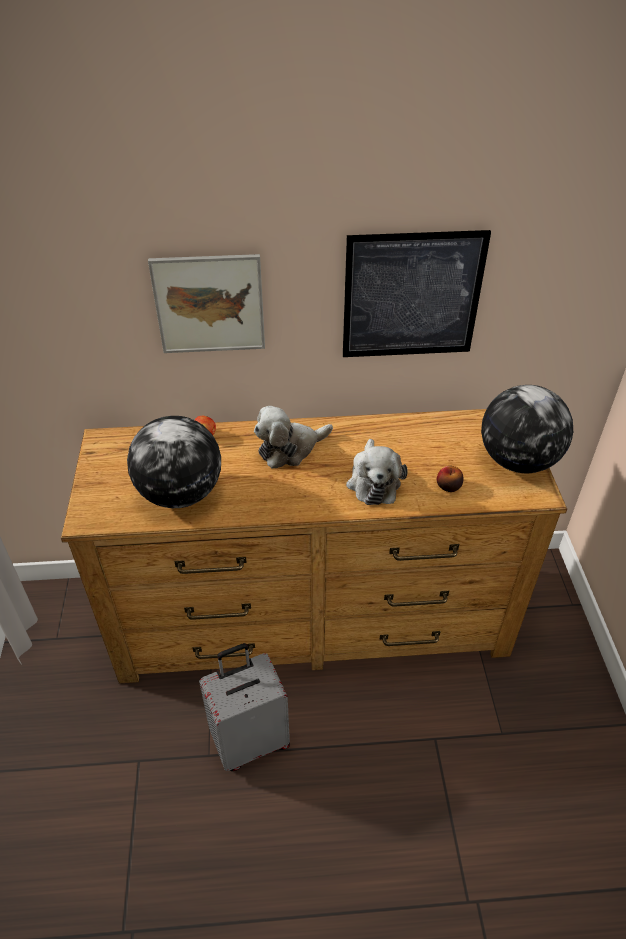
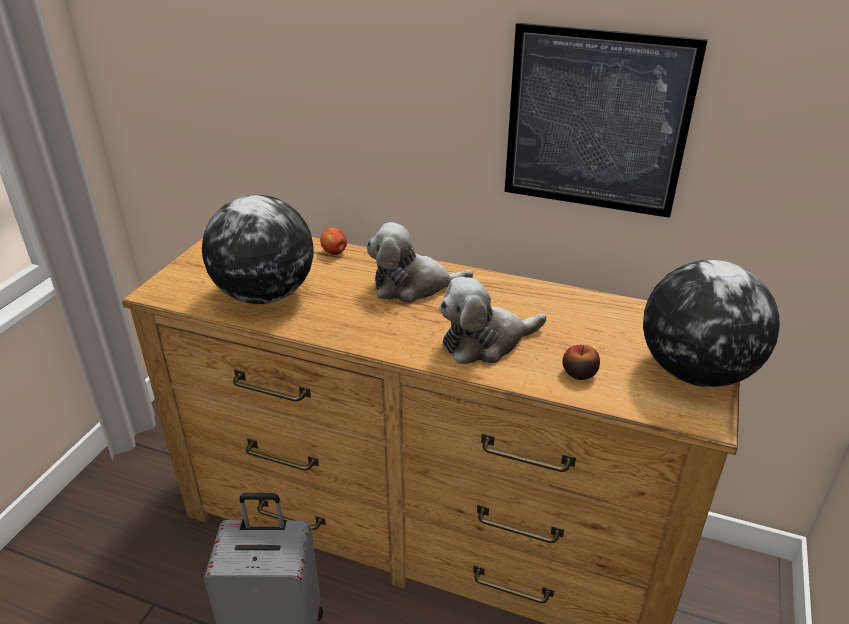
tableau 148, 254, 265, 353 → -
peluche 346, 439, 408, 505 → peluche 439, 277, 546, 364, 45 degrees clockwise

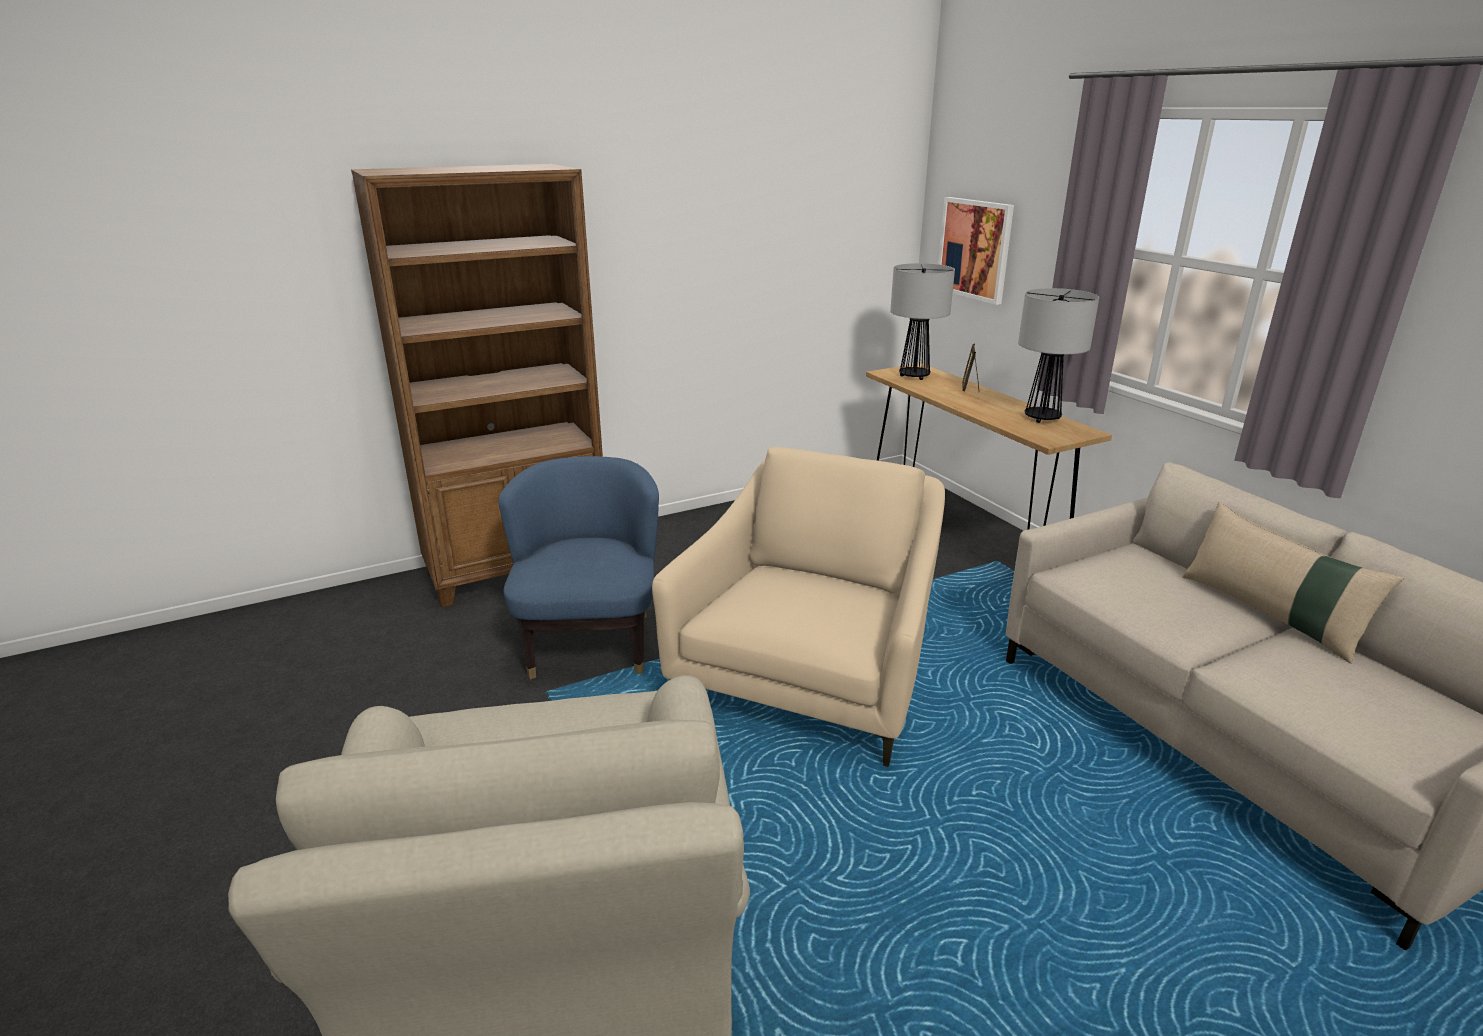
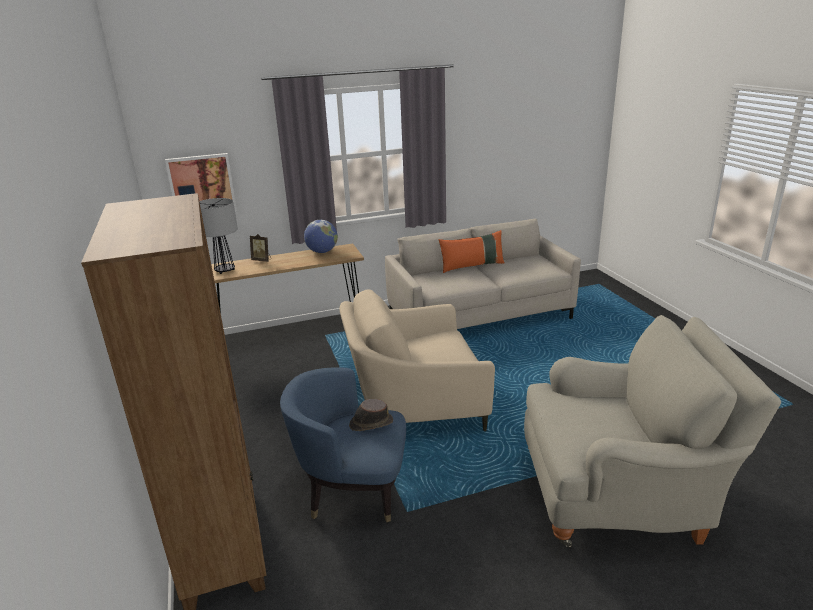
- → chapeau [marron] 349, 399, 393, 431
lampe de table 1018, 288, 1099, 423 → globe 304, 220, 338, 253
coussin [beige] 1182, 502, 1404, 664 → coussin [orange] 438, 230, 504, 273
fauteuil [beige] 652, 447, 945, 767 → fauteuil [beige] 340, 289, 495, 431, 45 degrees counterclockwise

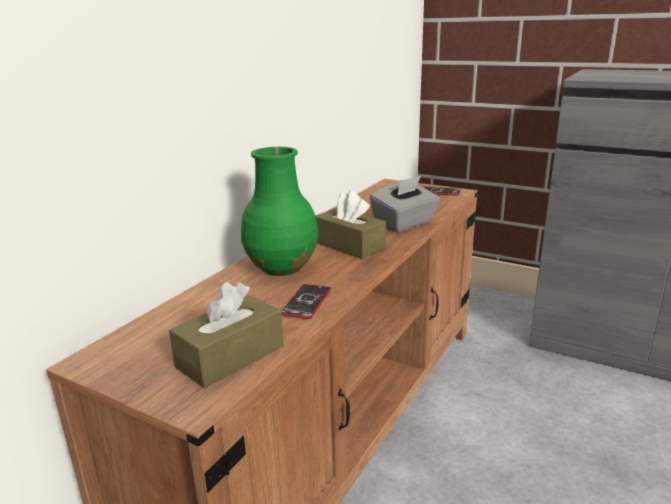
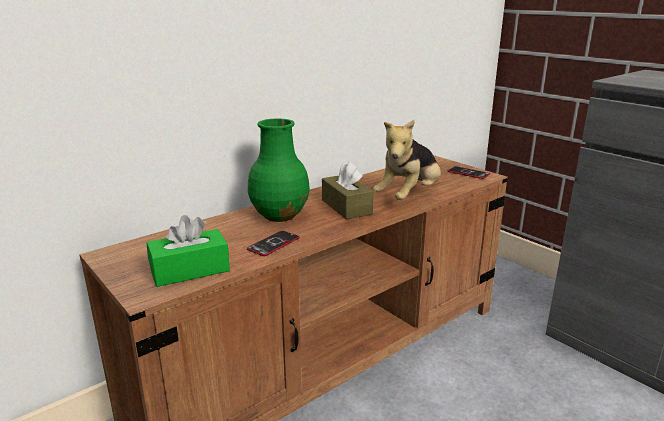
boîte à mouchoirs [gris] 370, 176, 440, 232 → peluche 373, 119, 441, 200
boîte à mouchoirs [marron] 169, 282, 284, 388 → boîte à mouchoirs [vert] 146, 215, 230, 287

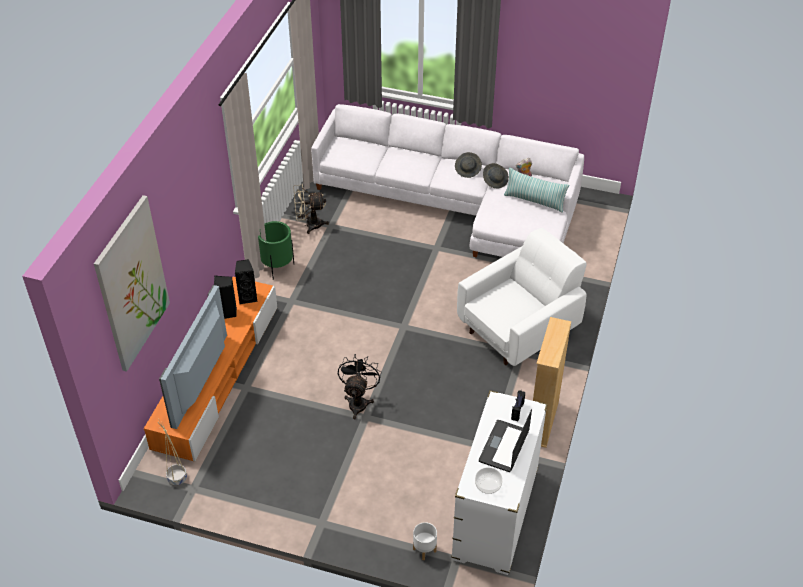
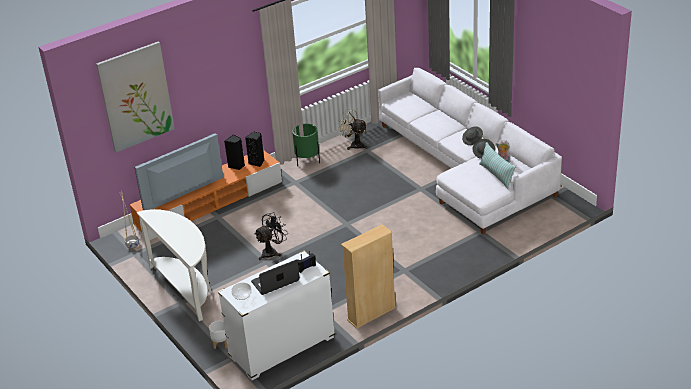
fauteuil [blanc] 457, 228, 587, 366 → -
- → table console [blanc] 137, 209, 212, 321

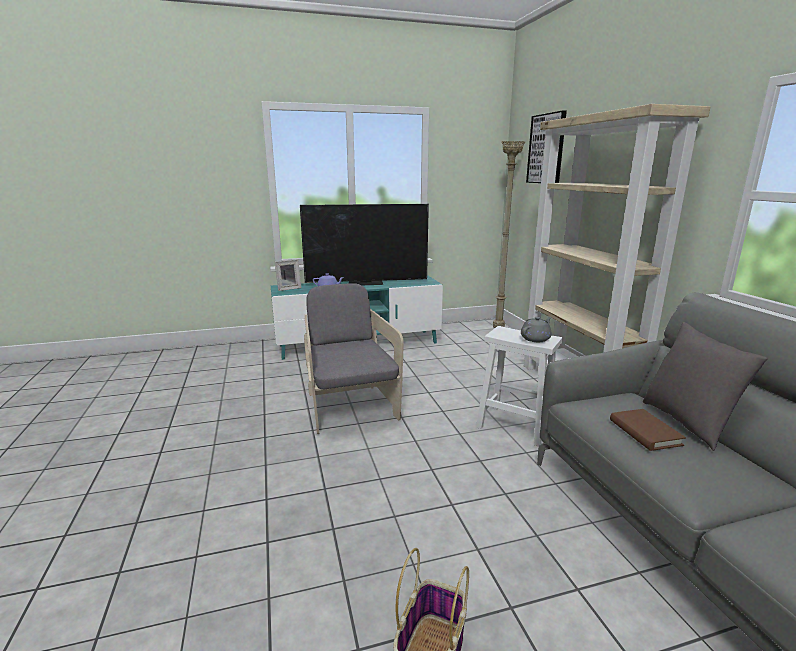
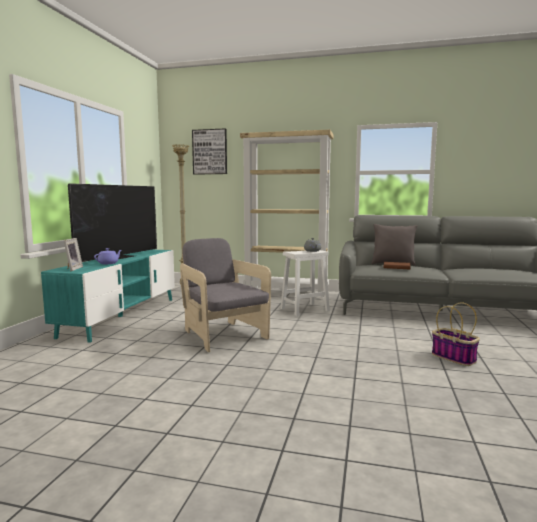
fauteuil [gris] 304, 283, 404, 434 → fauteuil [gris] 180, 238, 271, 352, 45 degrees clockwise

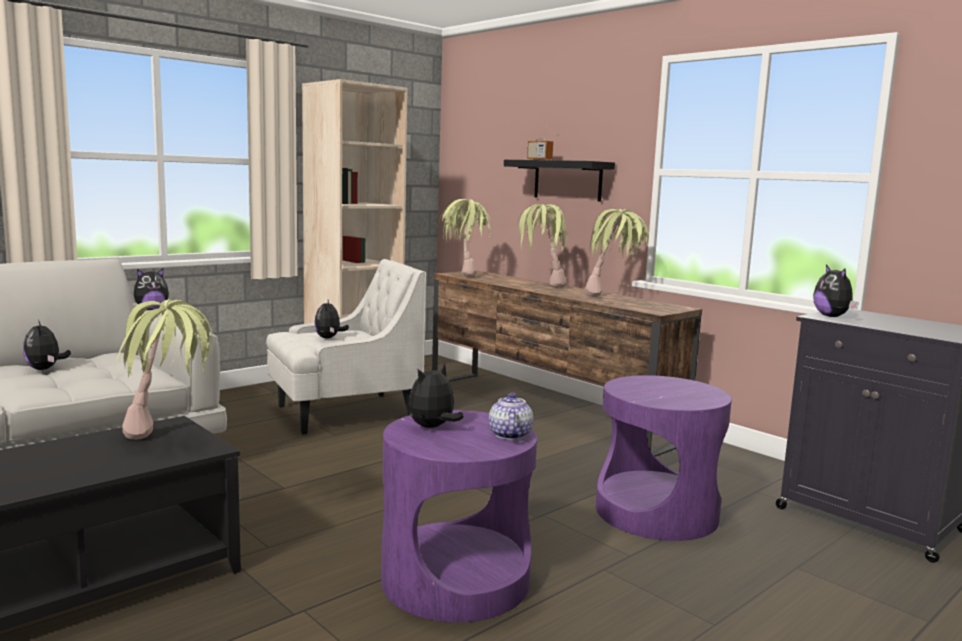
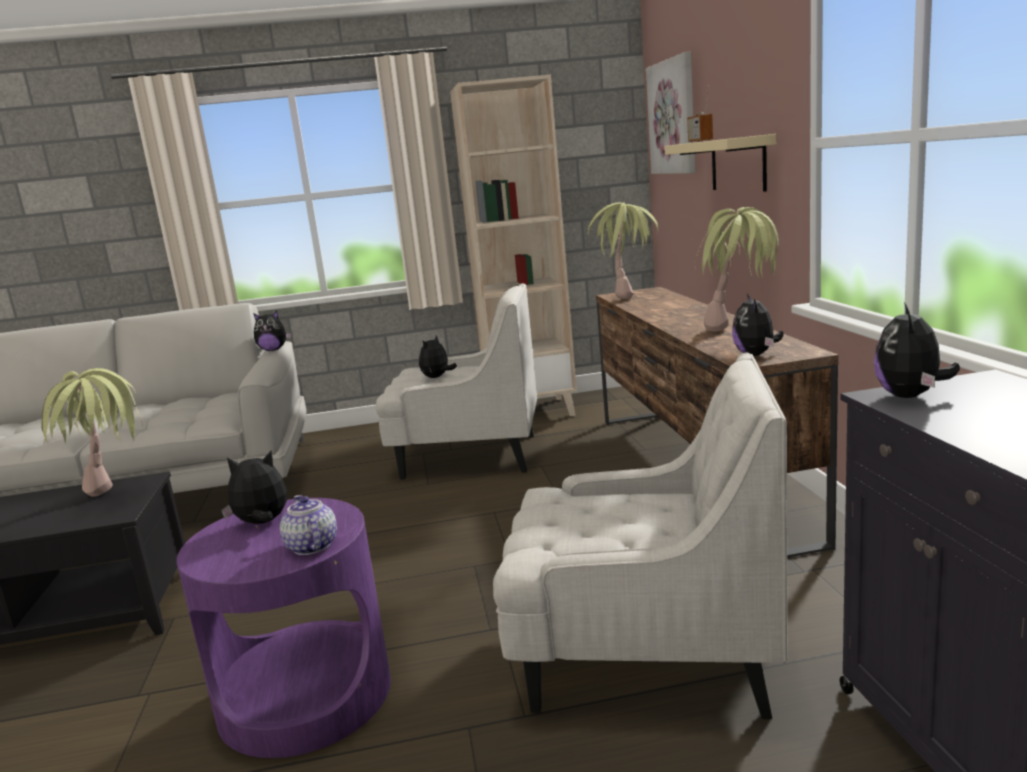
plante en pot 517, 204, 568, 288 → -
- → tableau 646, 51, 695, 174
peluche 23, 320, 71, 370 → peluche 732, 293, 784, 356, moved
table d'appoint [violet] 596, 375, 732, 541 → fauteuil [blanc] 493, 353, 788, 719
étagère [noir] 504, 160, 615, 202 → étagère [beige] 665, 134, 776, 192
théière 489, 393, 533, 440 → théière 280, 495, 337, 555, 60 degrees counterclockwise

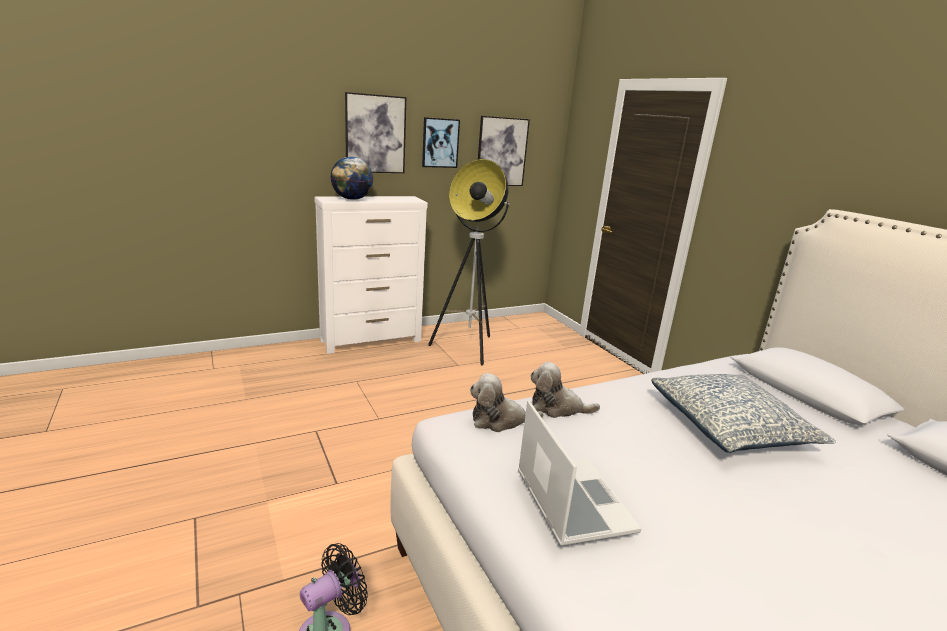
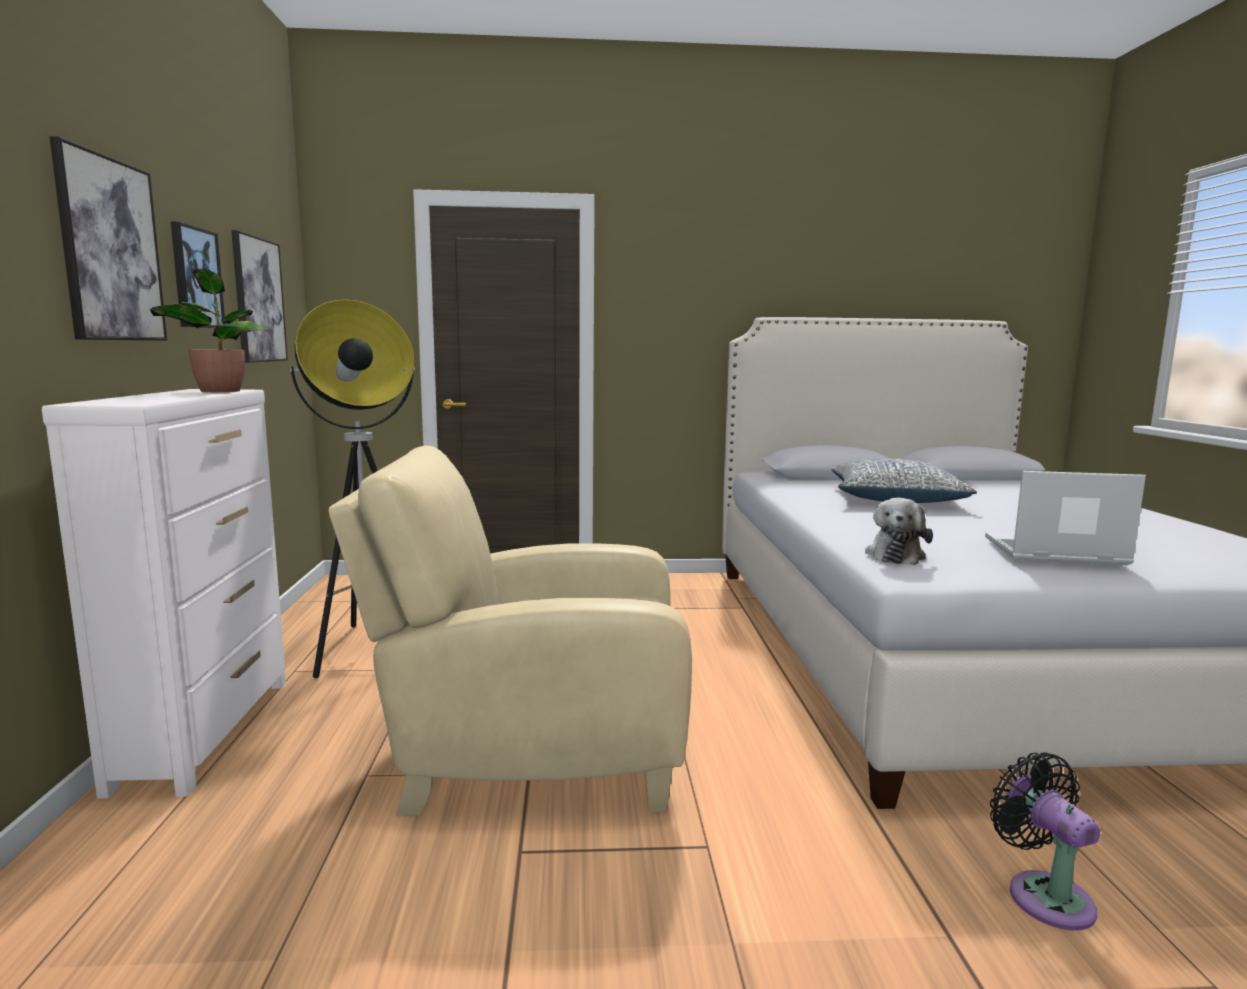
globe 330, 157, 373, 200 → -
peluche 531, 362, 600, 418 → -
- → plante en pot 150, 269, 270, 392
- → fauteuil [beige] 329, 446, 692, 816

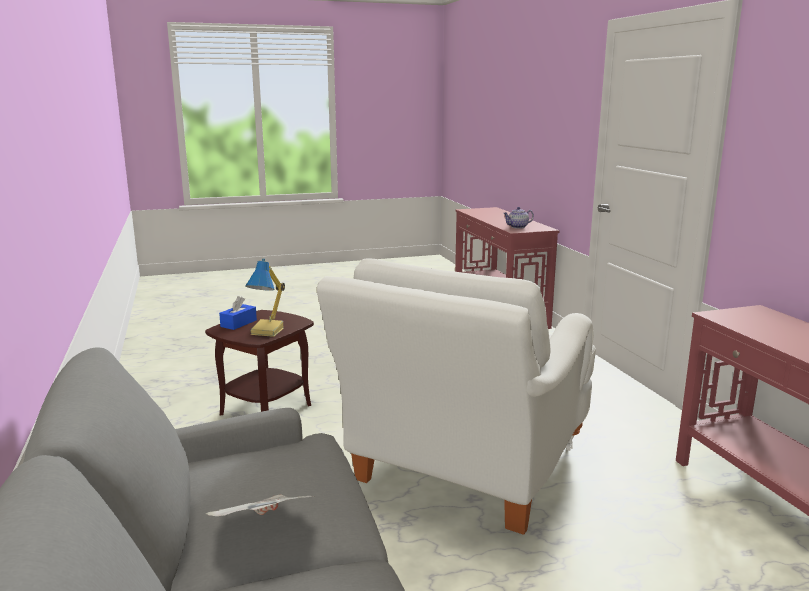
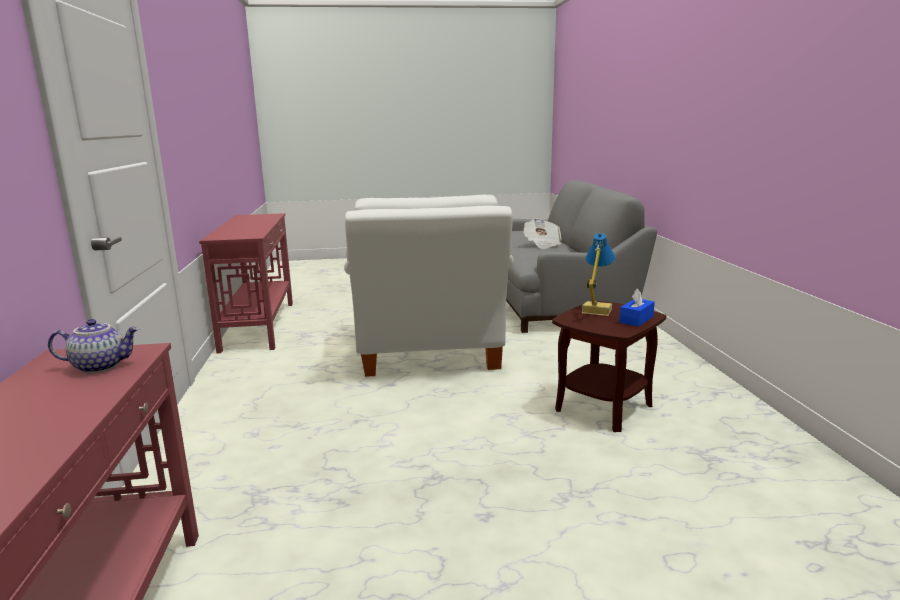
fauteuil [blanc] 317, 258, 596, 535 → fauteuil [blanc] 344, 195, 514, 377, 135 degrees clockwise

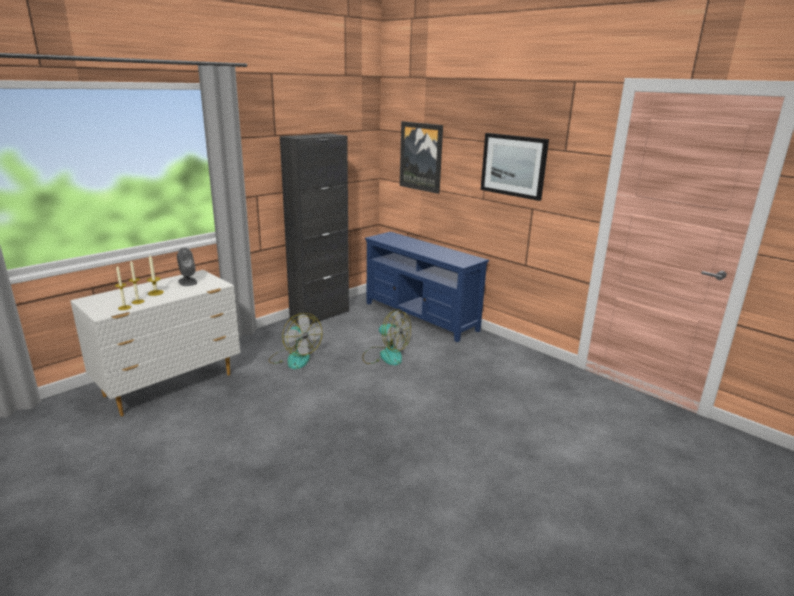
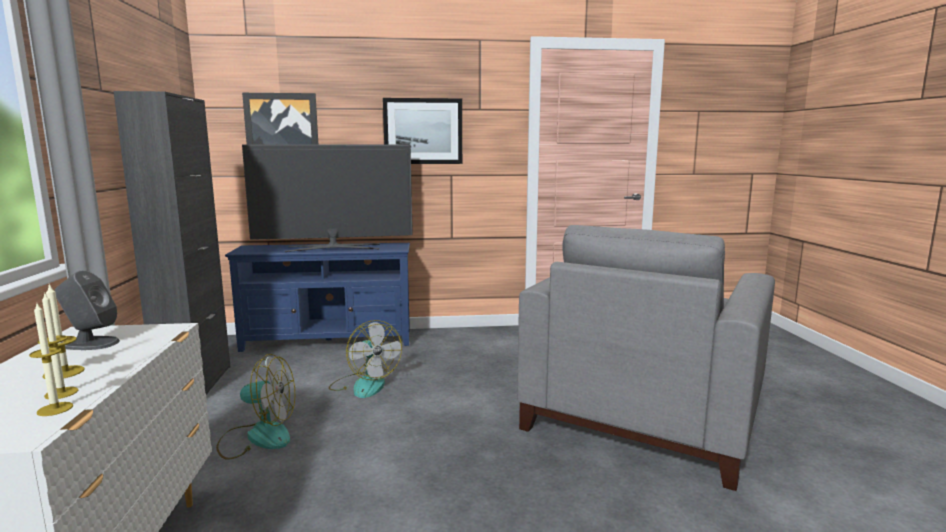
- → téléviseur 242, 144, 413, 252
- → fauteuil [gris] 517, 225, 775, 491
ventilateur 362, 309, 411, 365 → ventilateur 329, 320, 402, 398, 75 degrees clockwise

